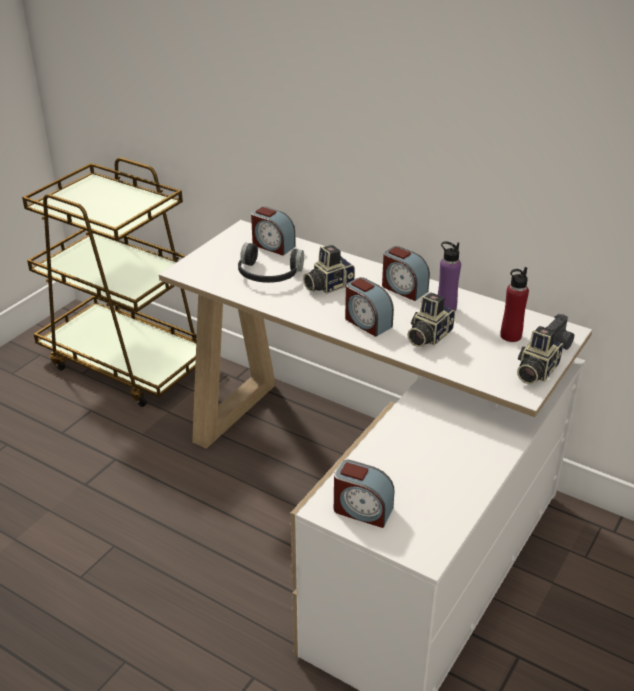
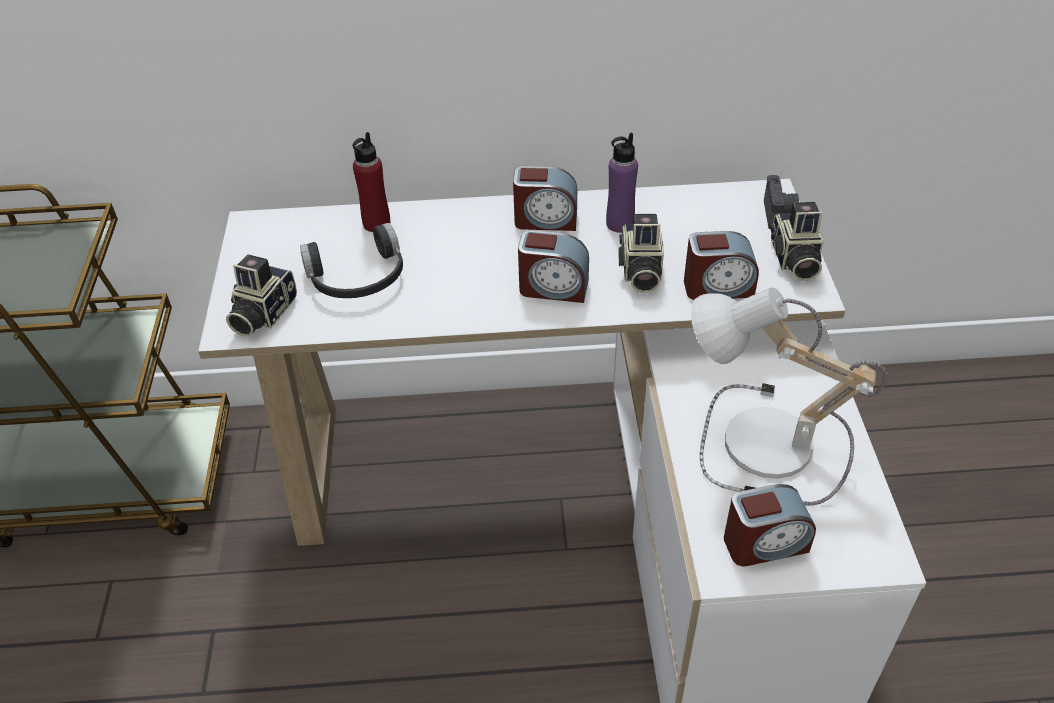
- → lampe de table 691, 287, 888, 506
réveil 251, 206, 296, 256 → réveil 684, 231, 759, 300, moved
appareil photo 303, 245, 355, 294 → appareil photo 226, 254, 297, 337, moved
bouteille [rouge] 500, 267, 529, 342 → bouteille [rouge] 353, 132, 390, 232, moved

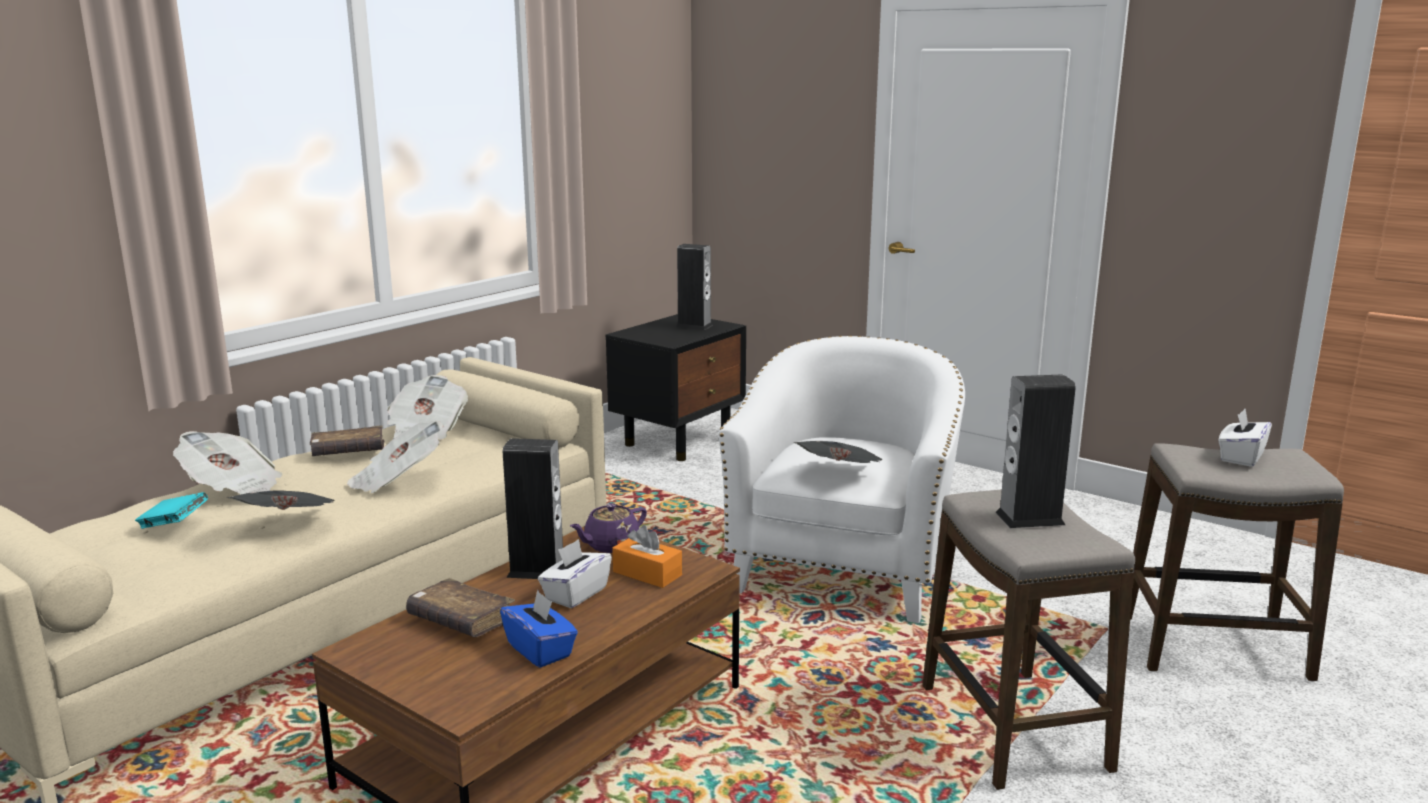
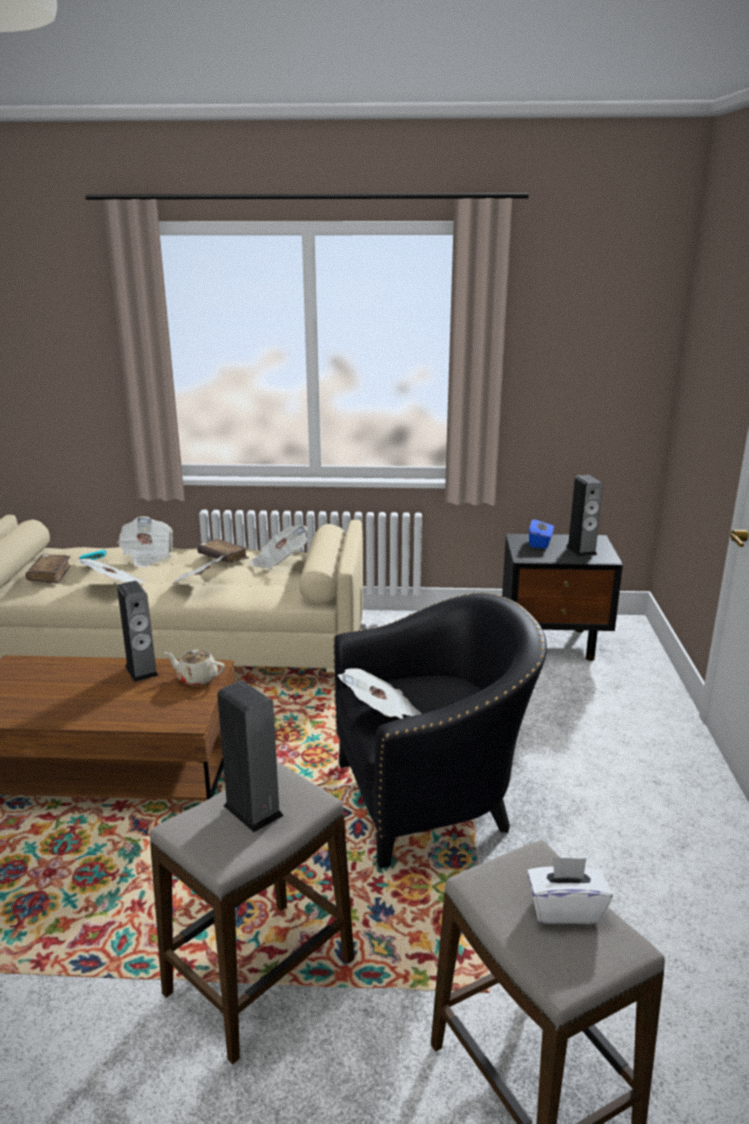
boîte à mouchoirs [blanc] 538, 539, 612, 608 → -
boîte à mouchoirs [orange] 612, 525, 682, 588 → -
livre [marron] 406, 578, 515, 637 → livre [marron] 25, 554, 71, 583, moved
boîte à mouchoirs [bleu] 500, 590, 578, 668 → boîte à mouchoirs [bleu] 529, 517, 554, 548, moved
théière [violet] 570, 503, 647, 553 → théière [beige] 165, 650, 225, 686
fauteuil [blanc] 719, 335, 965, 623 → fauteuil [noir] 333, 592, 547, 868

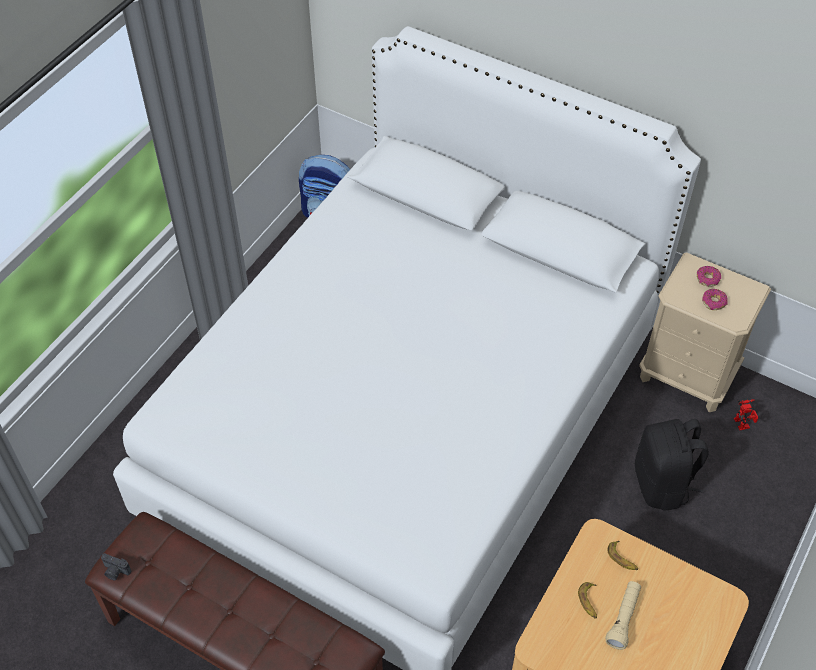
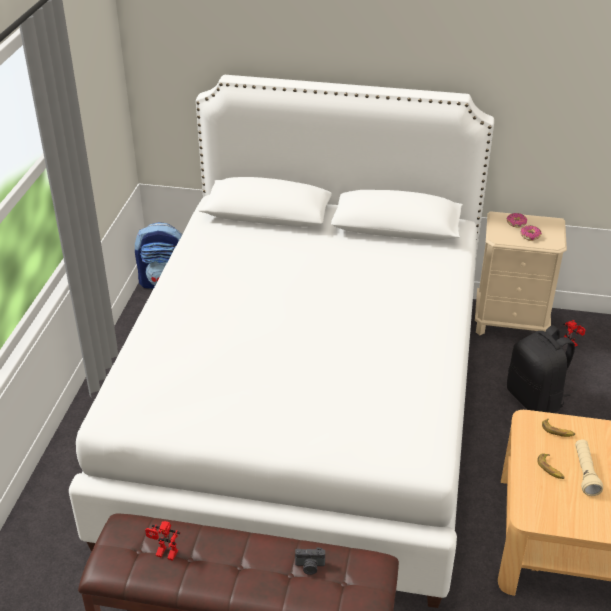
- → robot jouet 145, 521, 180, 561
appareil photo 101, 553, 131, 580 → appareil photo 295, 547, 325, 575, moved

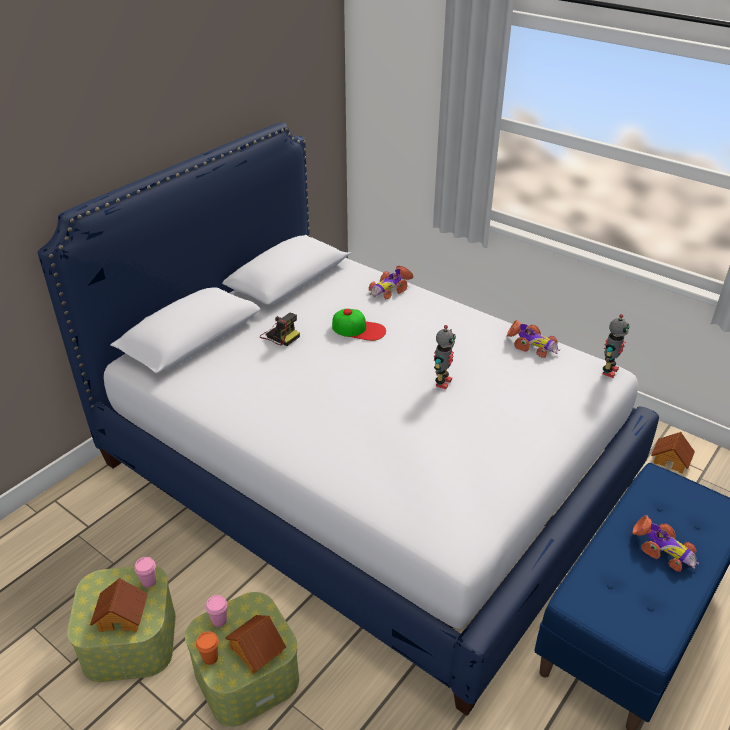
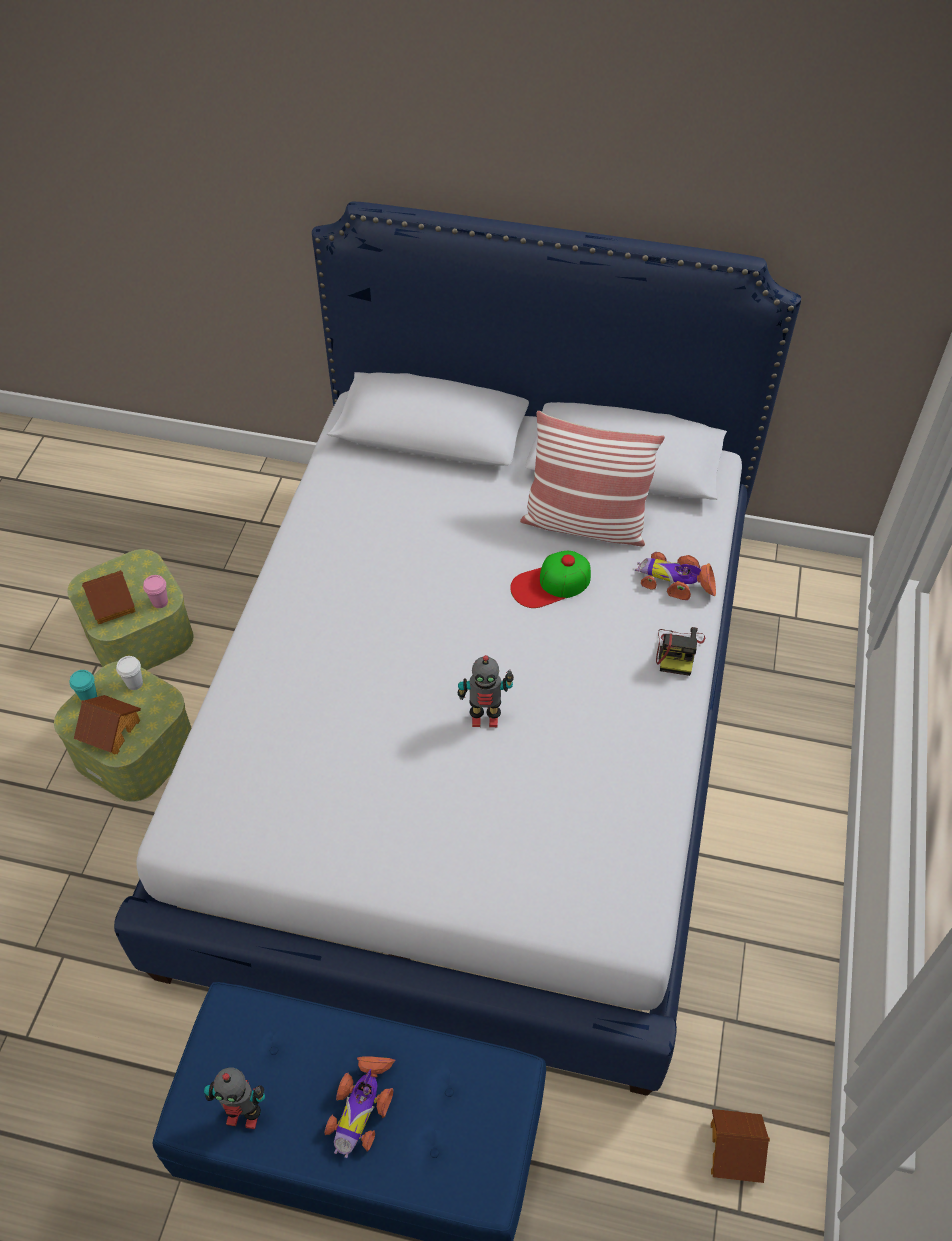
petite voiture 507, 320, 560, 358 → -
- → coussin 520, 411, 665, 546
appareil photo 260, 313, 300, 346 → appareil photo 656, 627, 705, 676, moved
robot jouet 603, 314, 630, 378 → robot jouet 204, 1067, 265, 1129, moved
tasse [orange] 196, 631, 219, 665 → tasse [turquoise] 70, 670, 97, 701
tasse [rose] 206, 595, 228, 627 → tasse [blanc] 116, 656, 143, 690
casquette 332, 309, 386, 341 → casquette 510, 550, 591, 608, 75 degrees clockwise

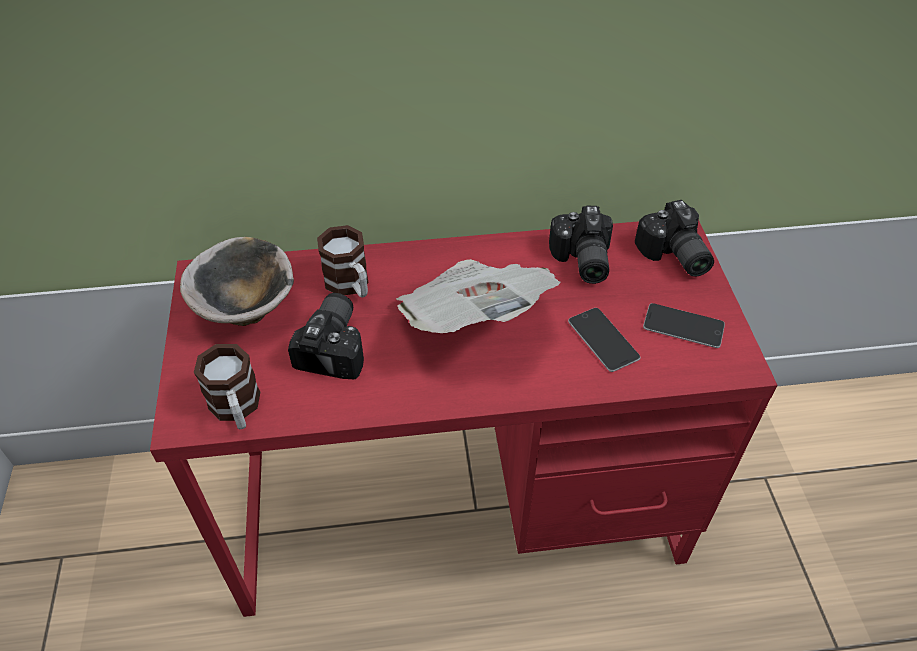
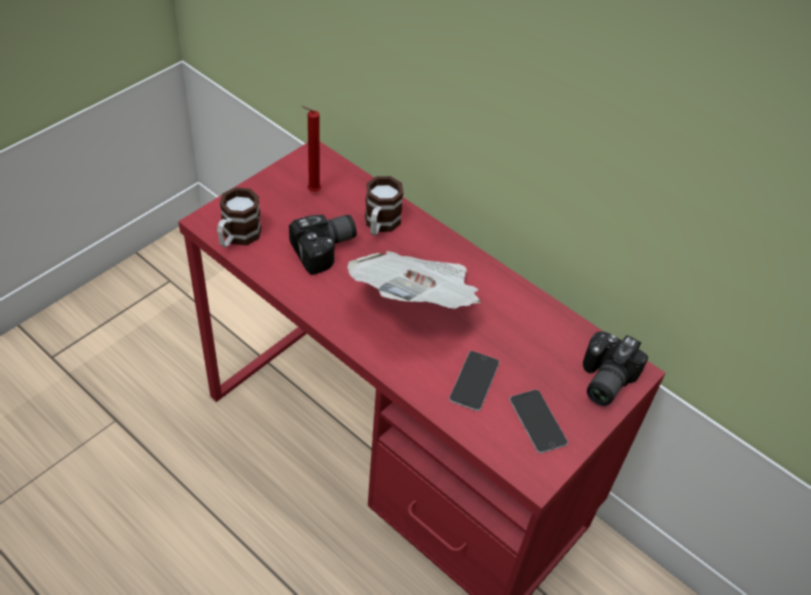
appareil photo 549, 206, 613, 284 → -
bol 180, 237, 294, 326 → bougie [rouge] 301, 106, 321, 192

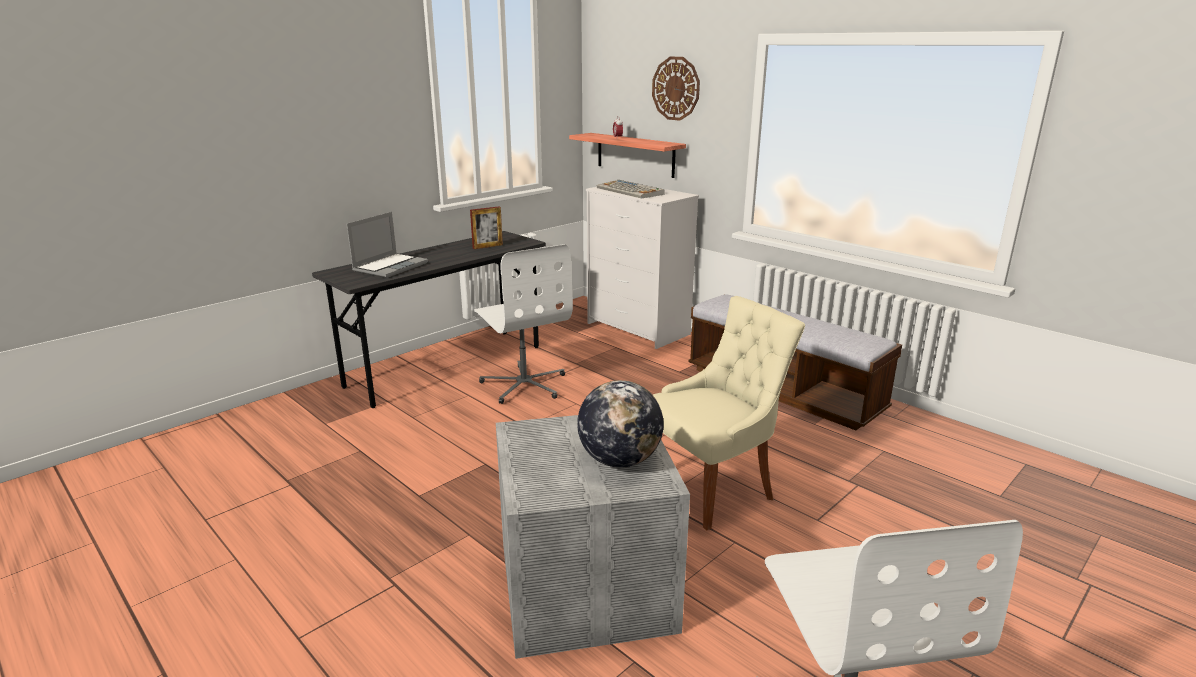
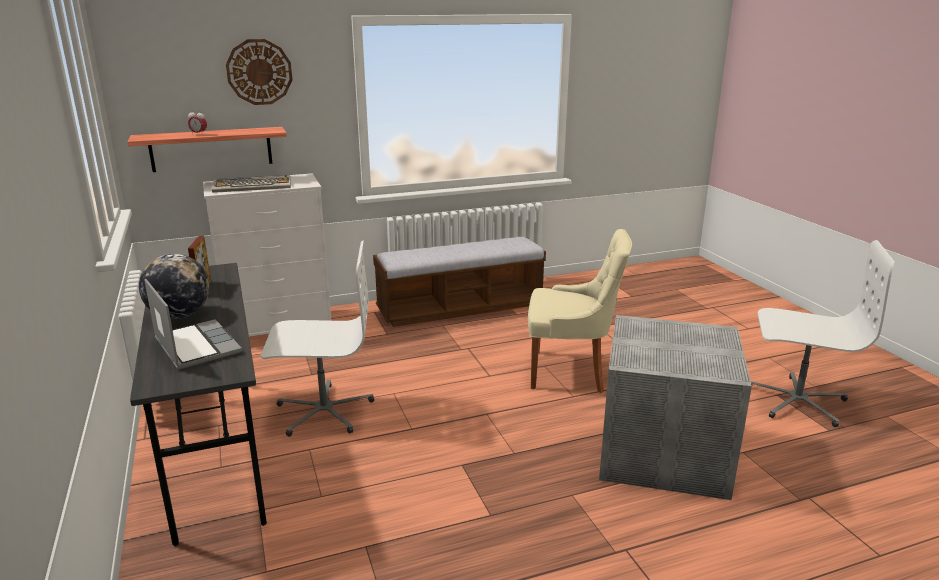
globe 577, 380, 664, 468 → globe 139, 254, 209, 319, moved
chaise [beige] 653, 296, 805, 530 → chaise [beige] 528, 229, 632, 393, 105 degrees clockwise

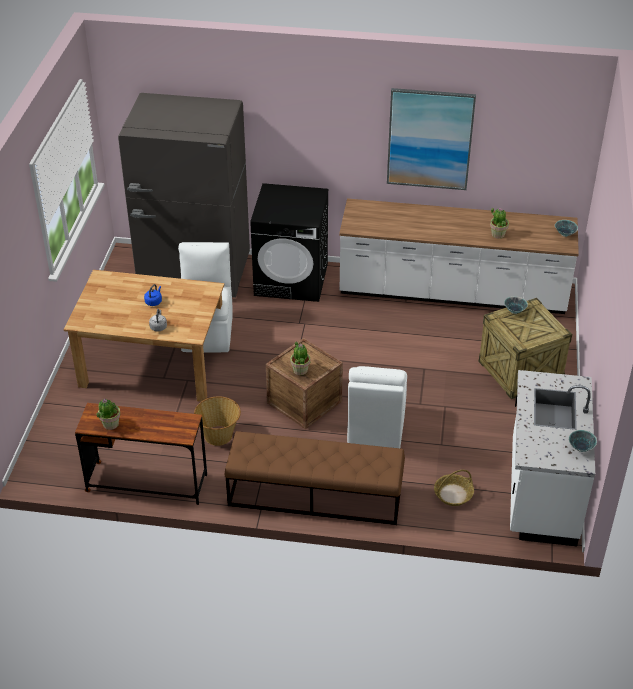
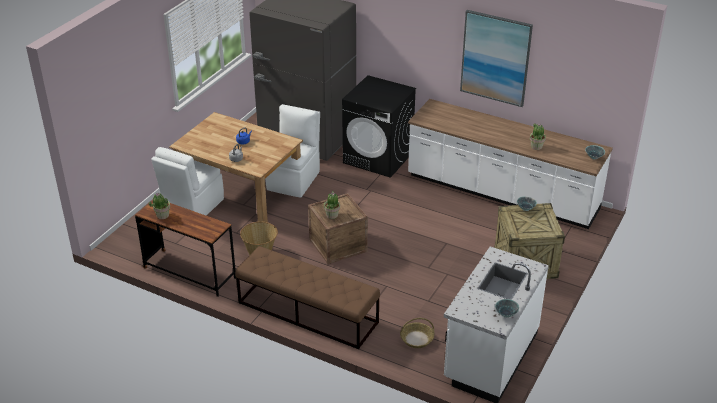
chaise [blanc] 347, 366, 407, 448 → chaise [blanc] 151, 147, 224, 216, moved

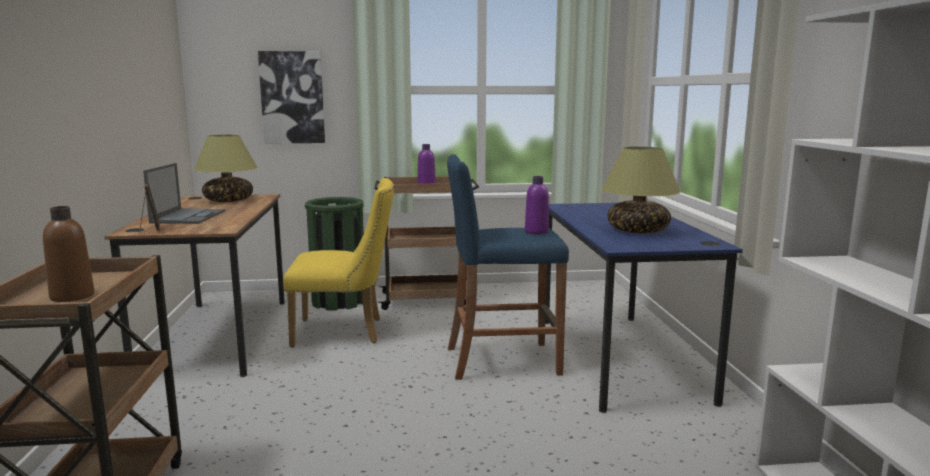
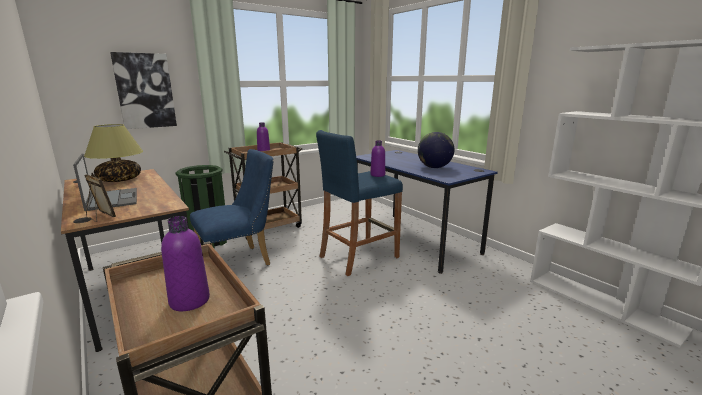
lampe de table 601, 146, 681, 233 → globe 418, 132, 455, 168
bouteille [marron] 43, 206, 94, 302 → bouteille [violet] 161, 216, 210, 311
chaise [jaune] 283, 178, 394, 348 → chaise [bleu] 190, 149, 274, 265

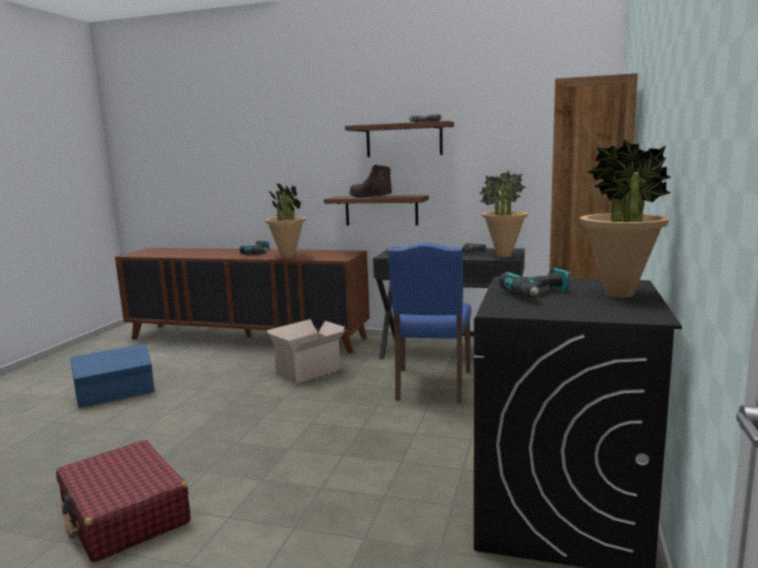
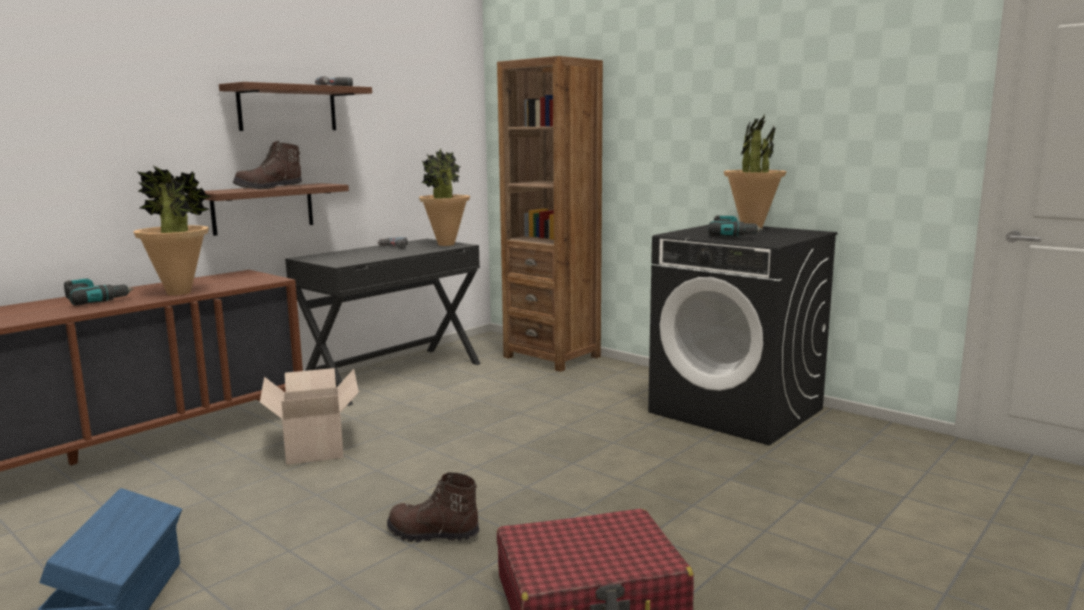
chaise [bleu] 388, 242, 471, 403 → -
- → botte [marron] 387, 472, 480, 542

